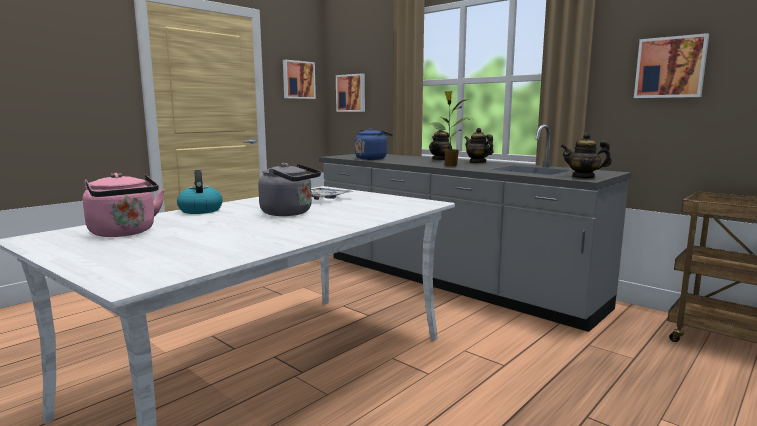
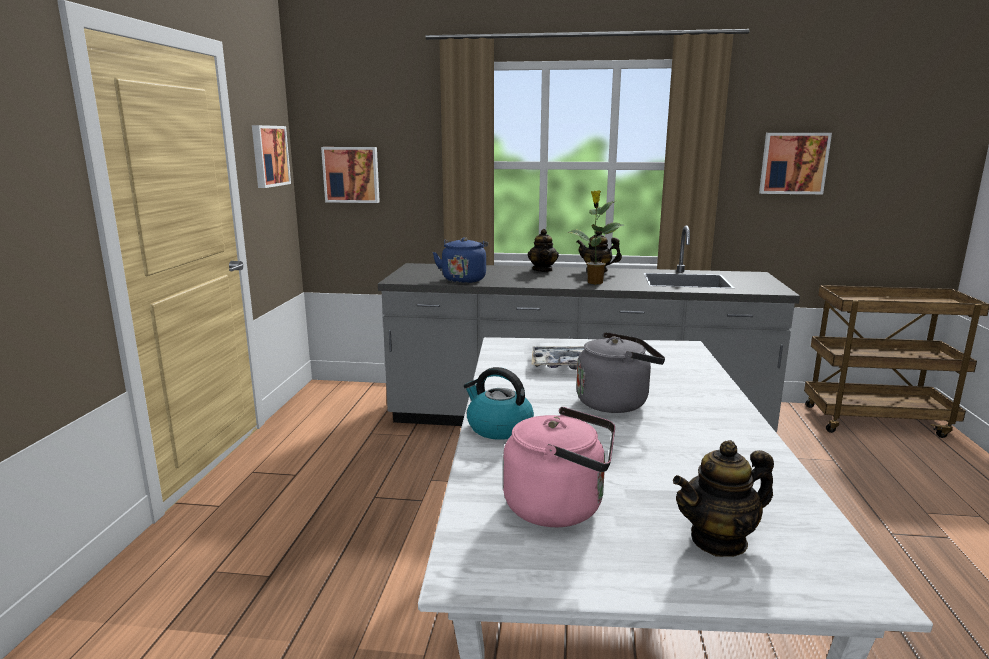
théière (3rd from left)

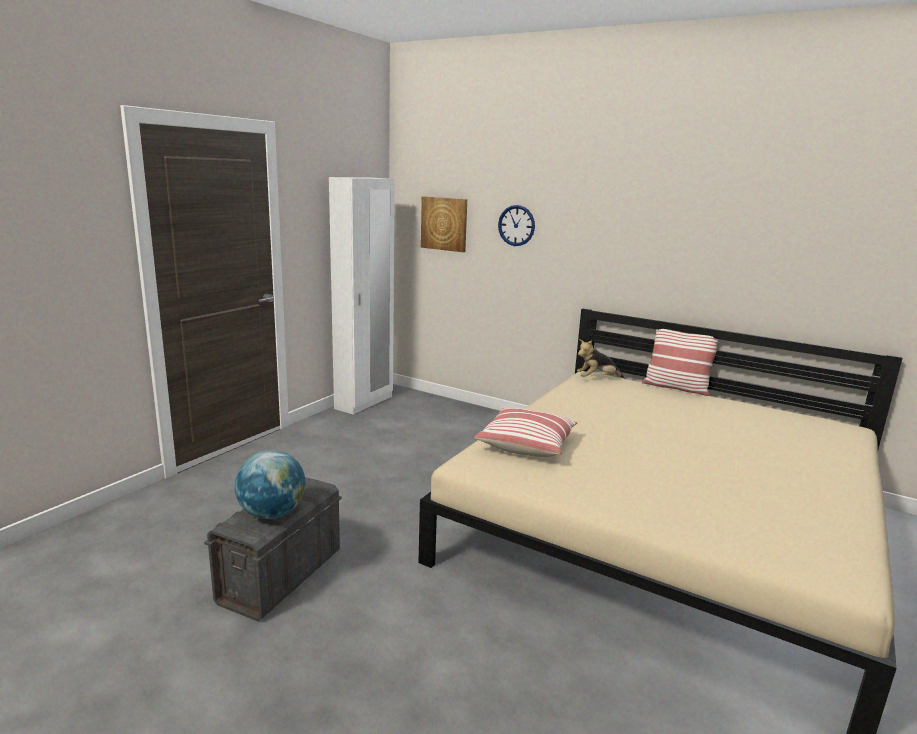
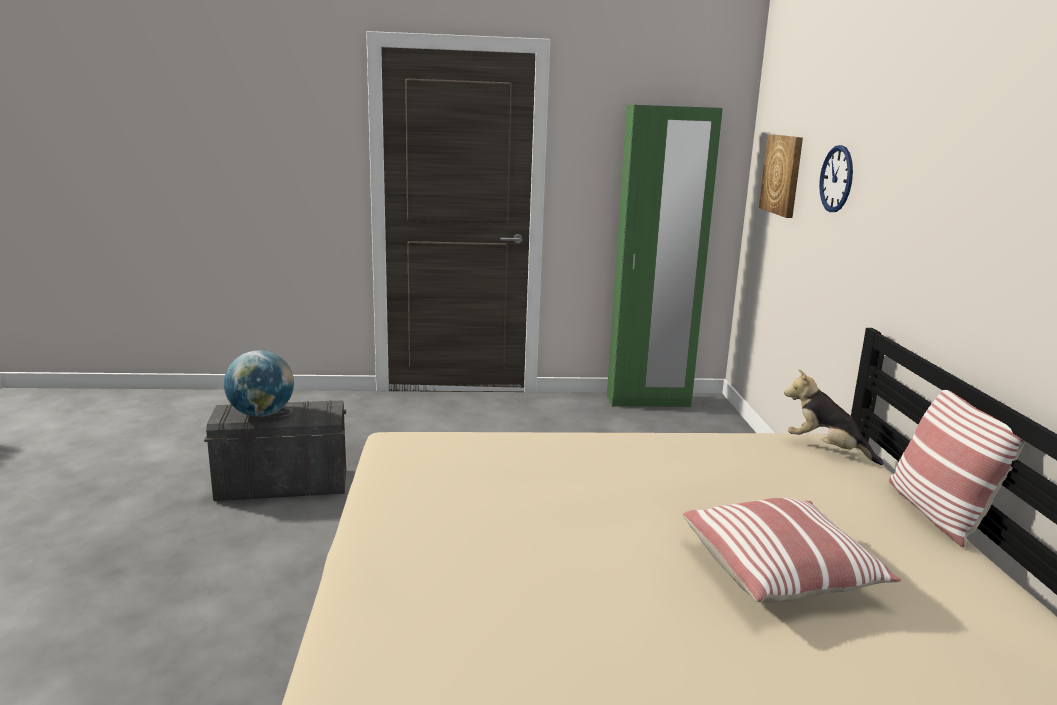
armoire/vert
coussin (1st from left)

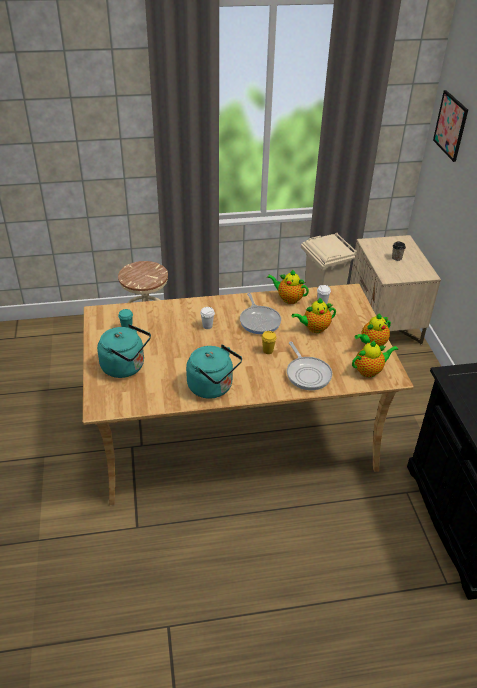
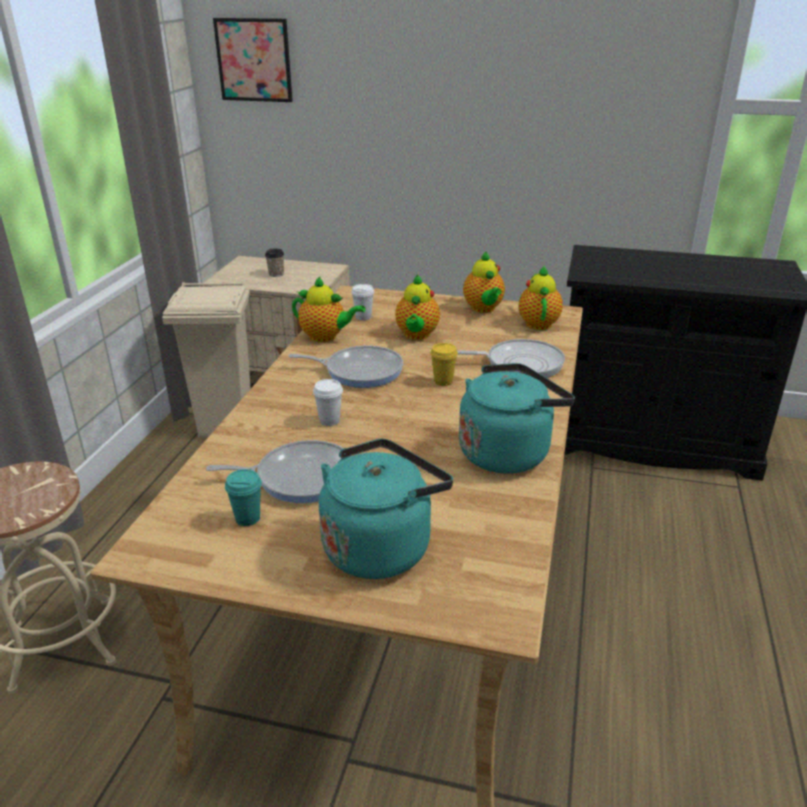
théière (1st from left)
poêle (1st from left)

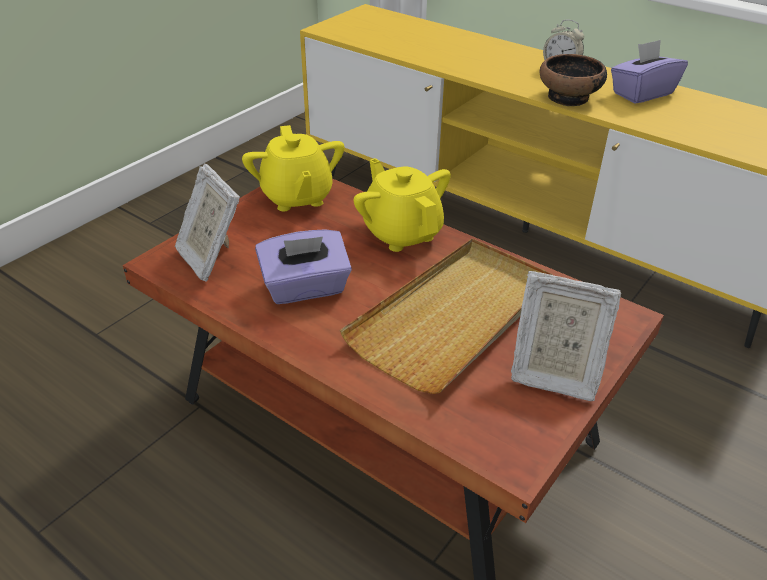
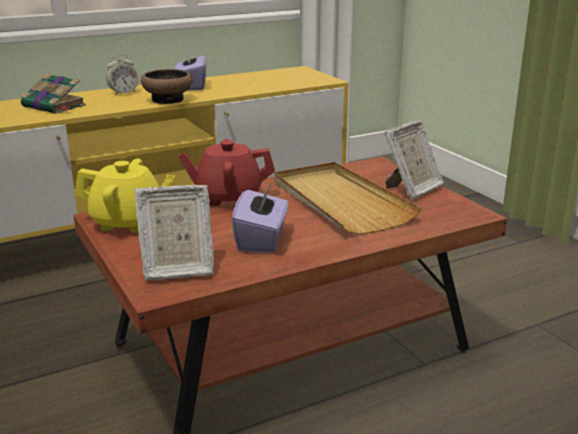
théière/rouge
livre

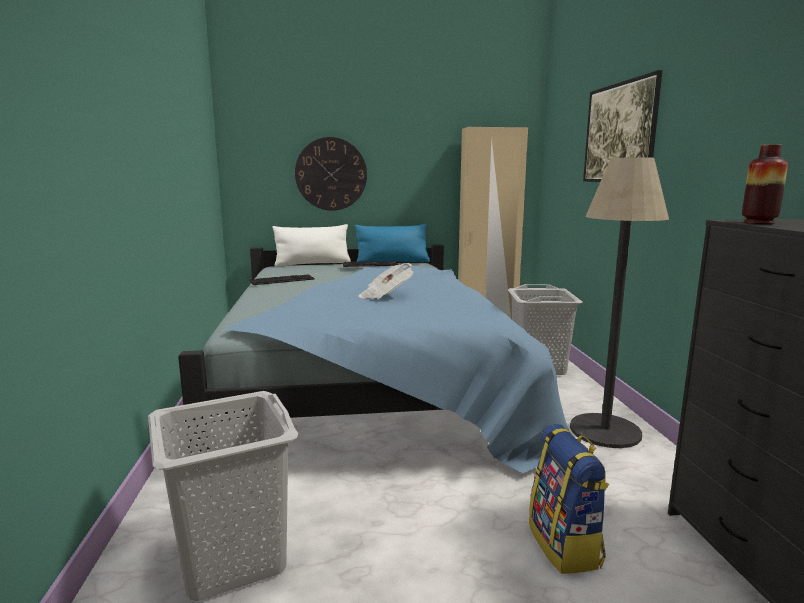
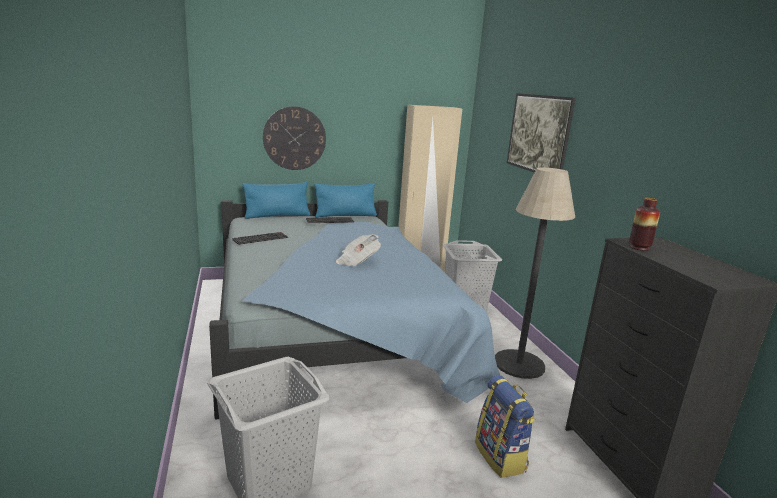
coussin/bleu (1st from left)

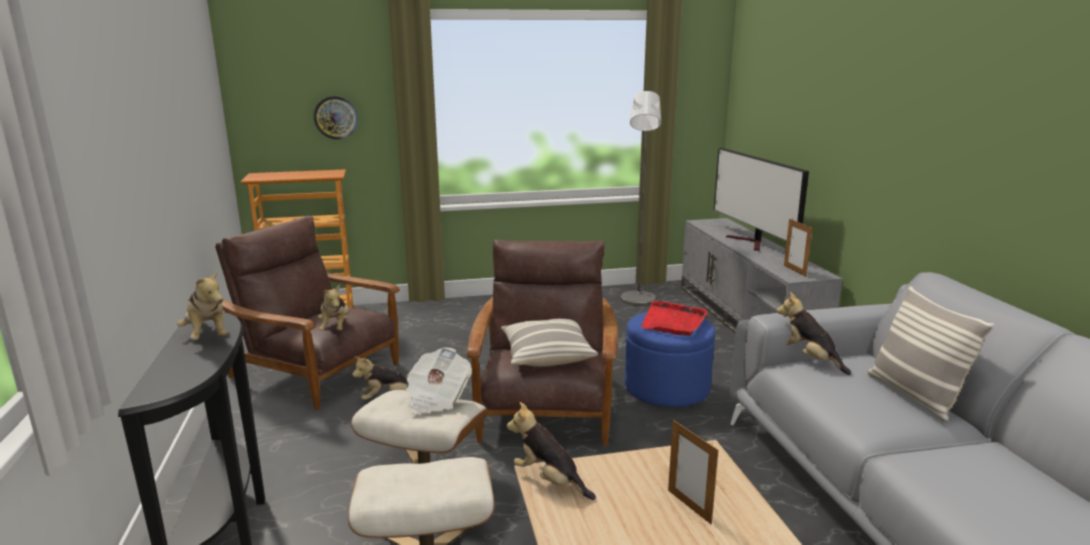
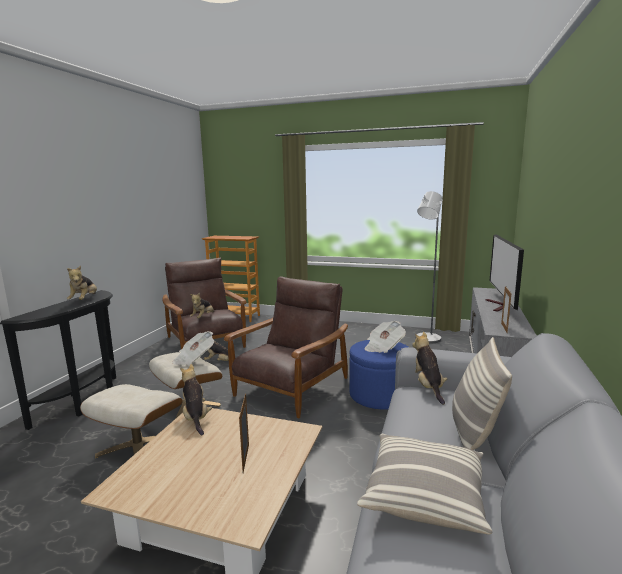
horloge murale
journal (2nd from left)
coussin (1st from left)

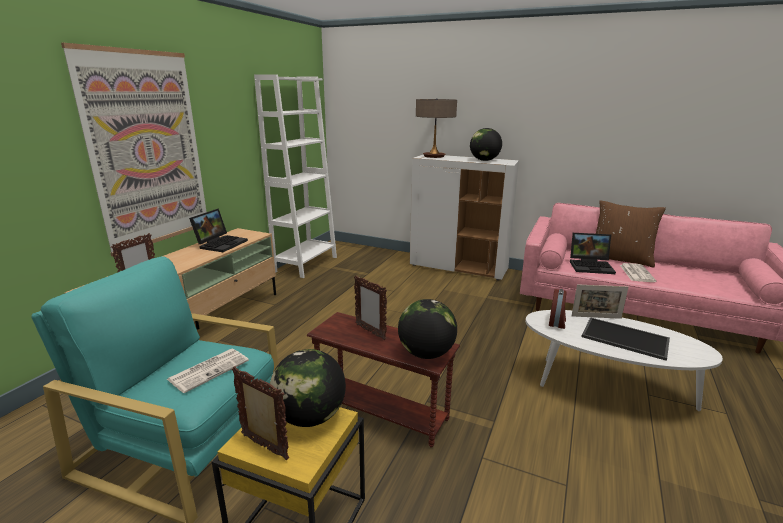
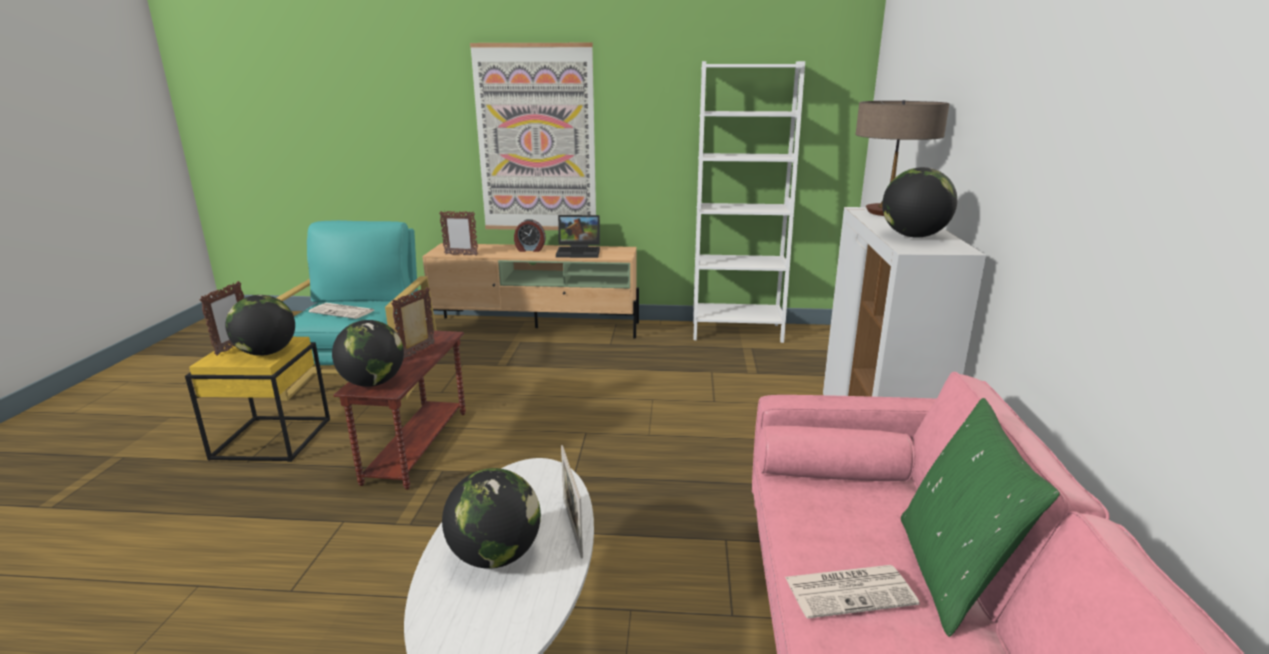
coussin/vert
ordinateur portable (2nd from left in the first image)
réveil
globe (3rd from left)

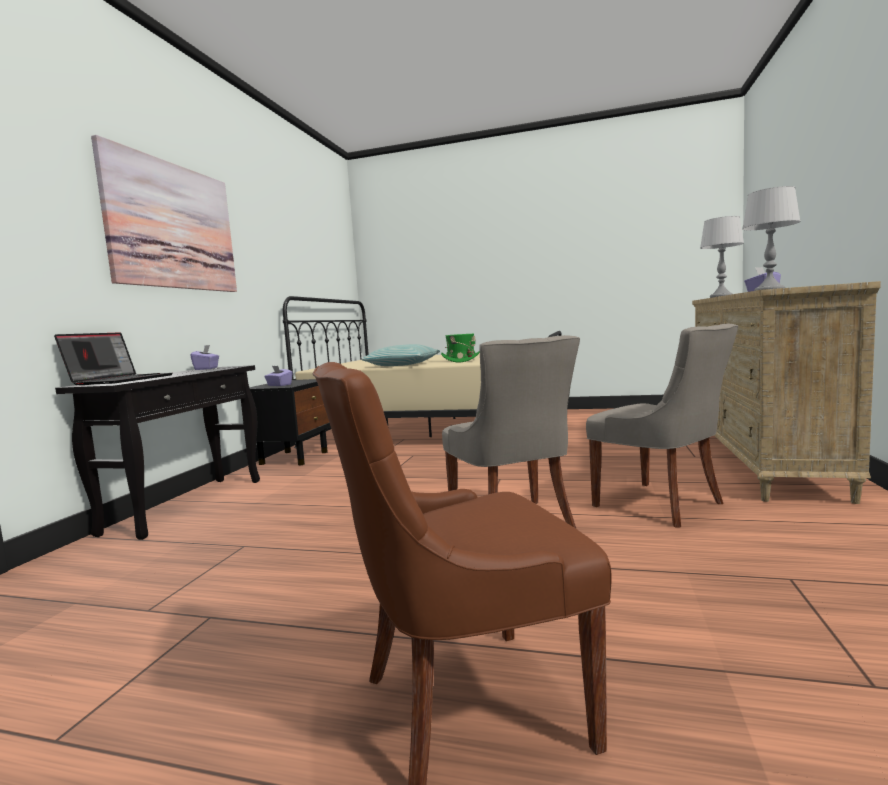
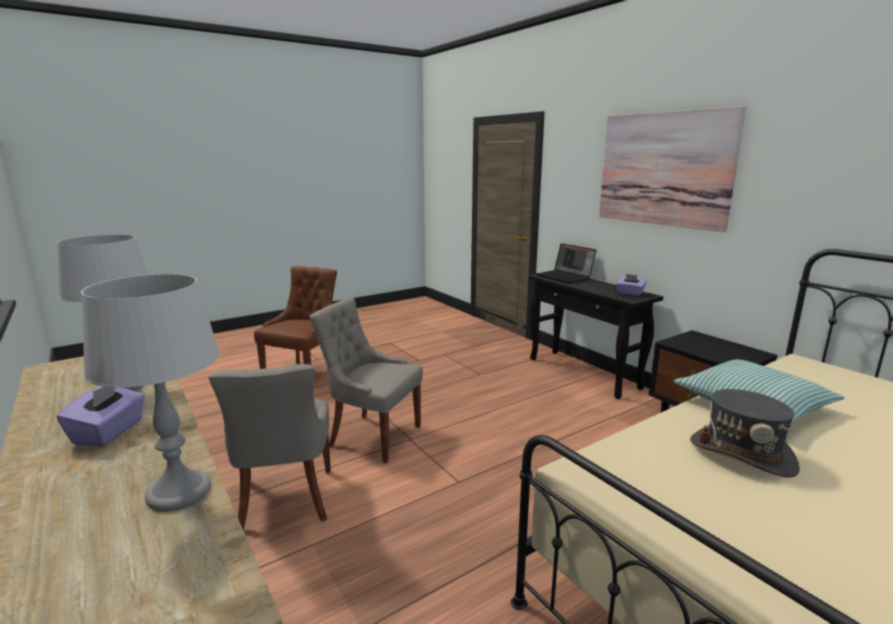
chaise/gris (1st from left)
chapeau/gris
boîte à mouchoirs/violet (2nd from left in the first image)

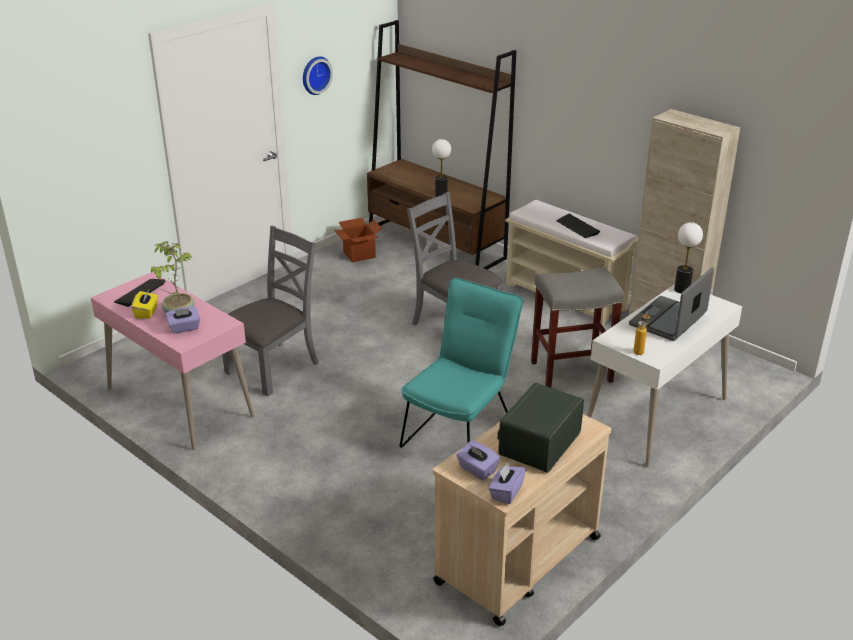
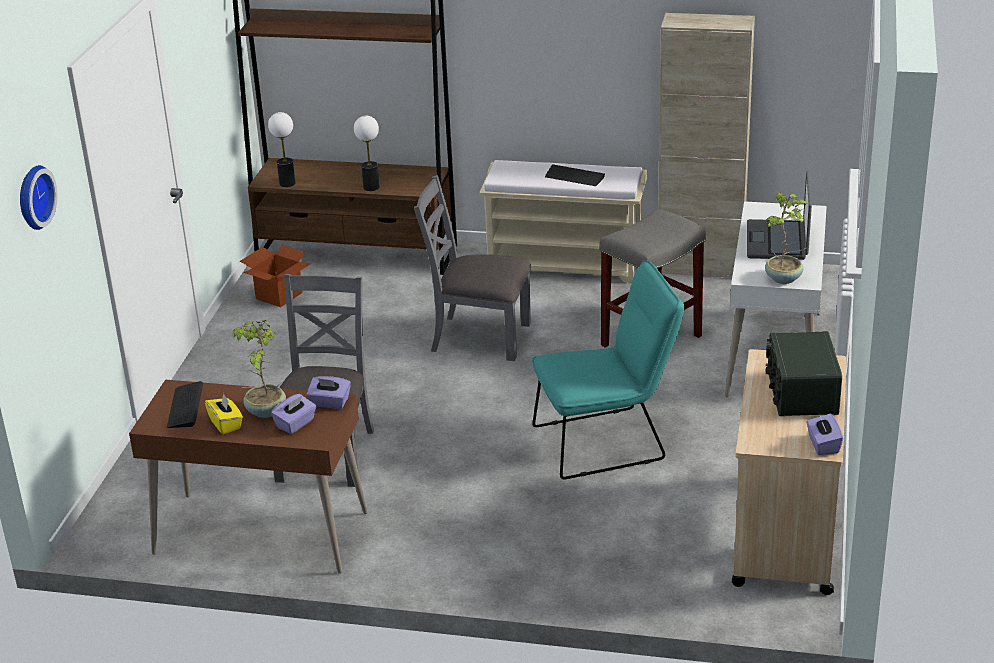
horloge murale
lampe de table (1st from left)
bureau/marron
chaise/turquoise
plante en pot (2nd from left)
boîte à mouchoirs/violet (2nd from left)

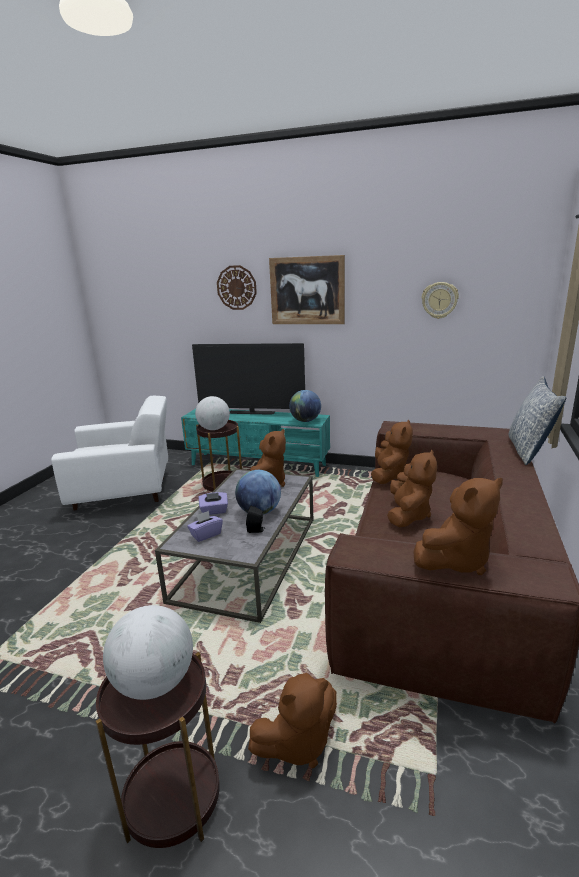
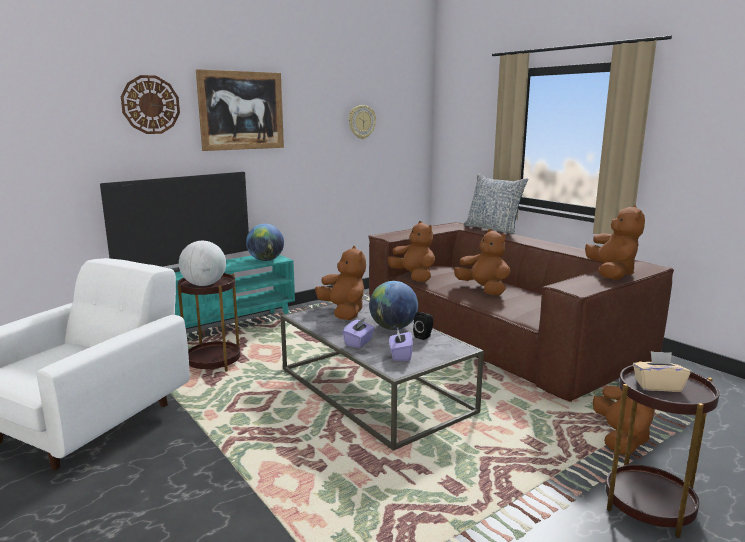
boîte à mouchoirs/beige

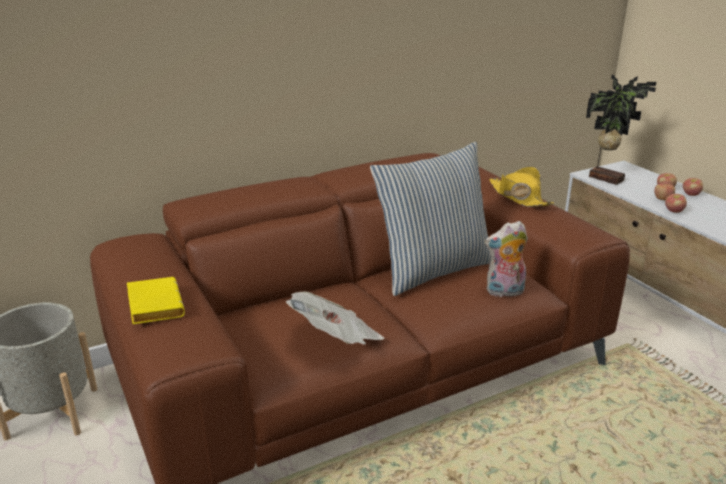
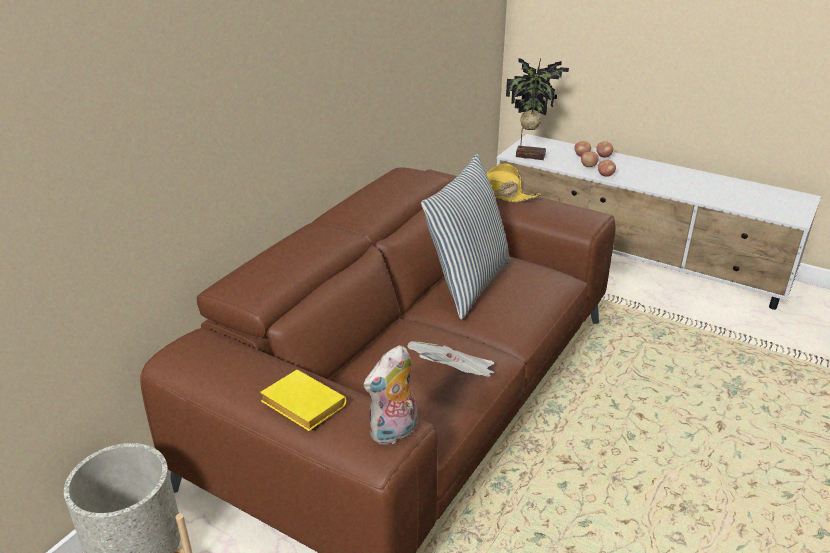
peluche

